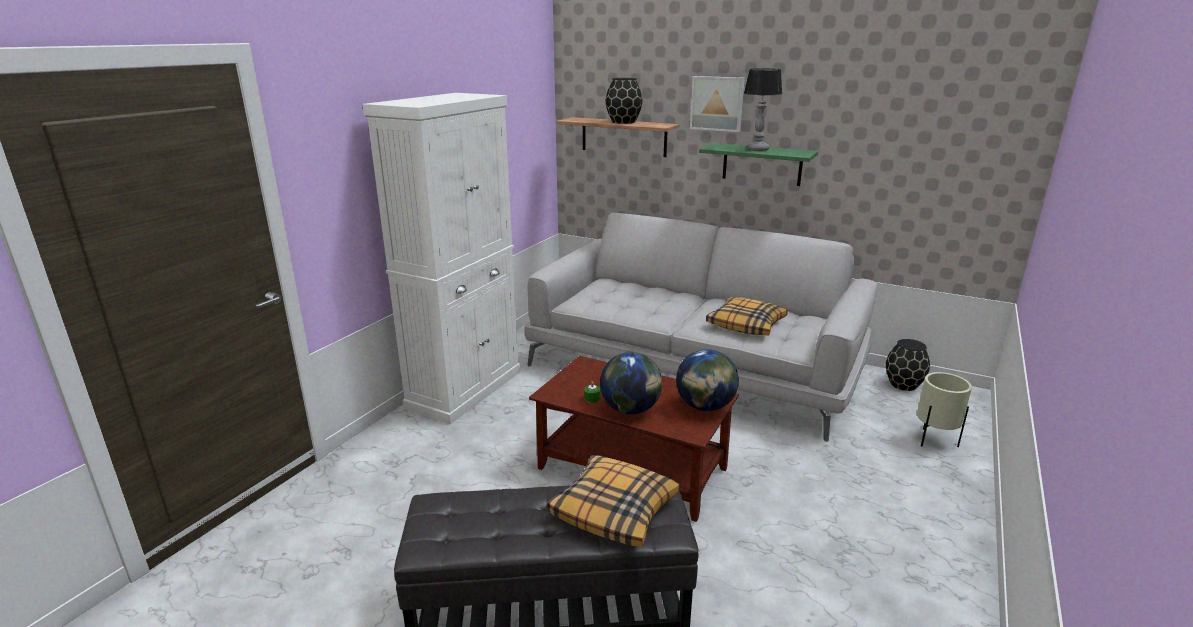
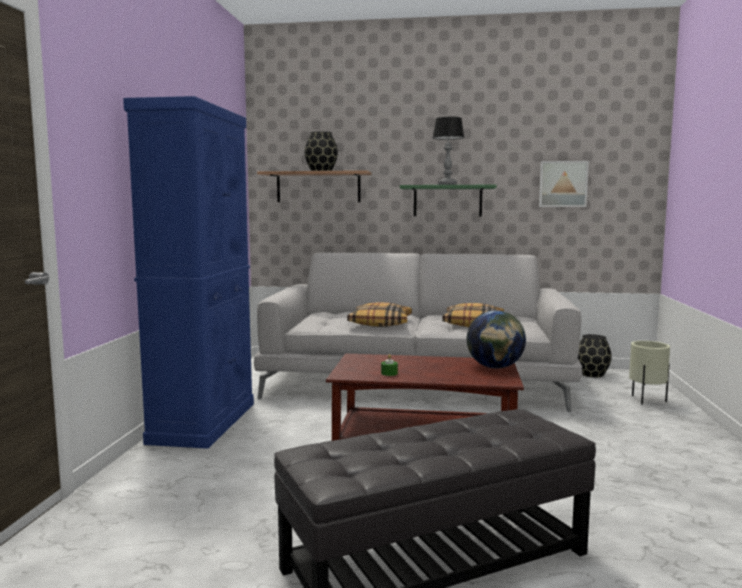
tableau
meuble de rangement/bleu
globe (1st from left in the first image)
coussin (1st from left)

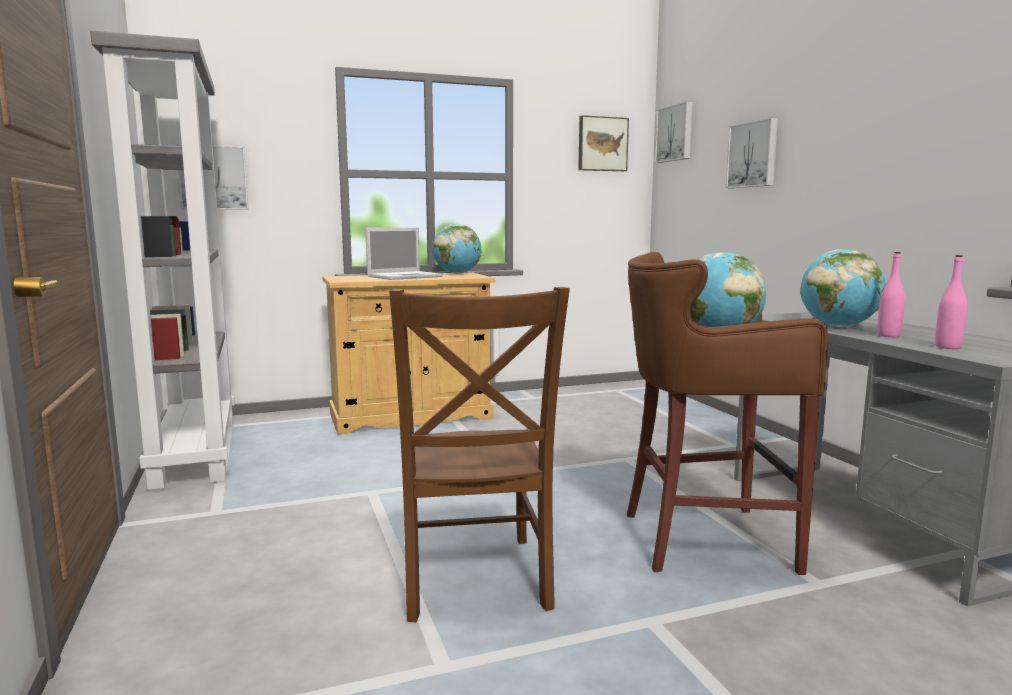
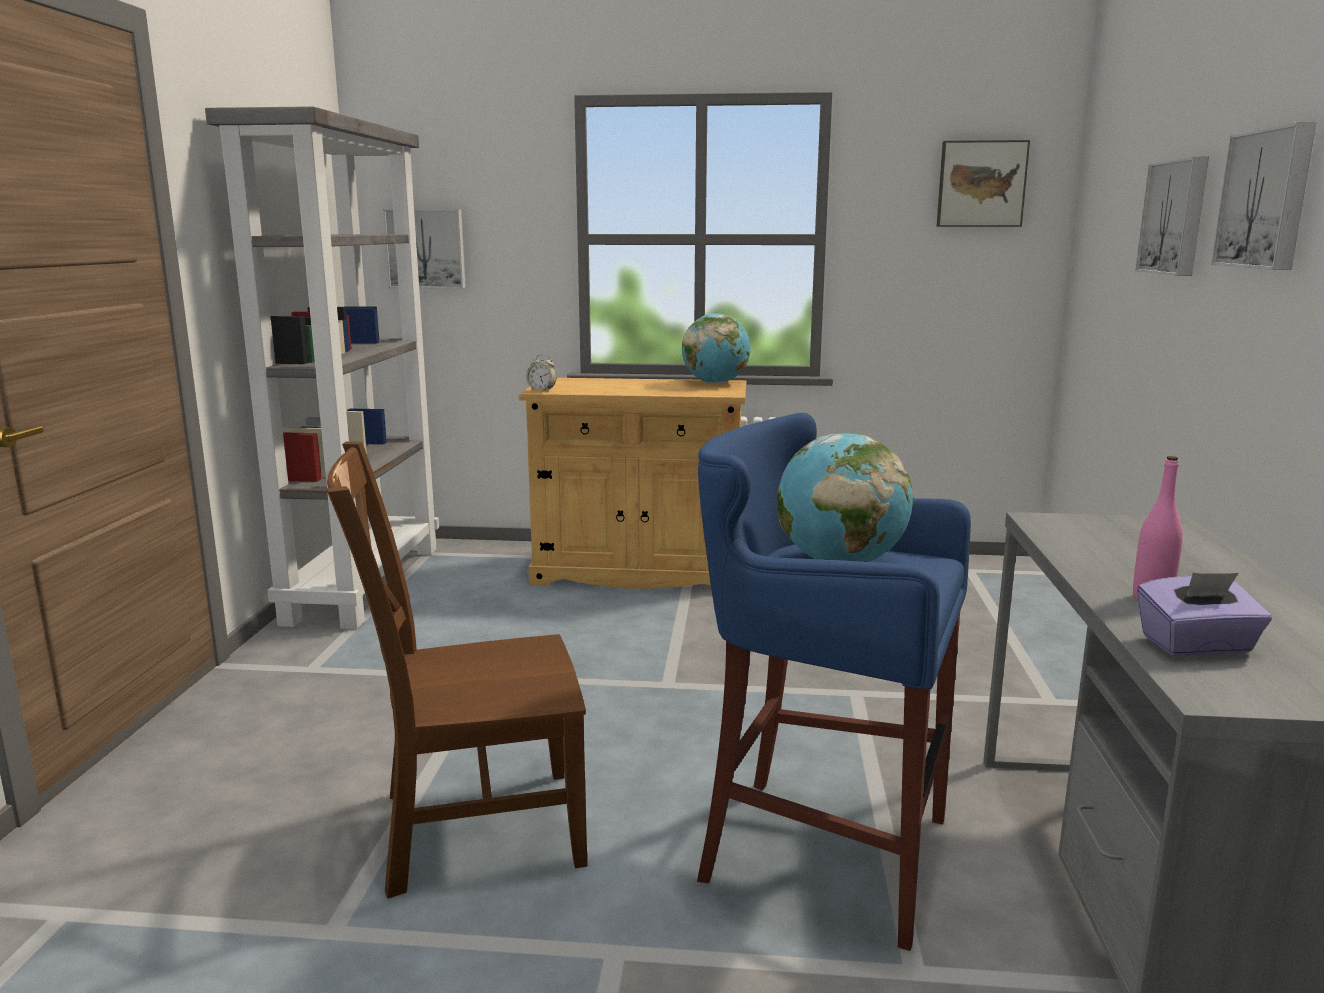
tableau (4th from left)
ordinateur portable
globe (3rd from left in the first image)
tabouret/bleu
boîte à mouchoirs/violet
chaise/marron
réveil

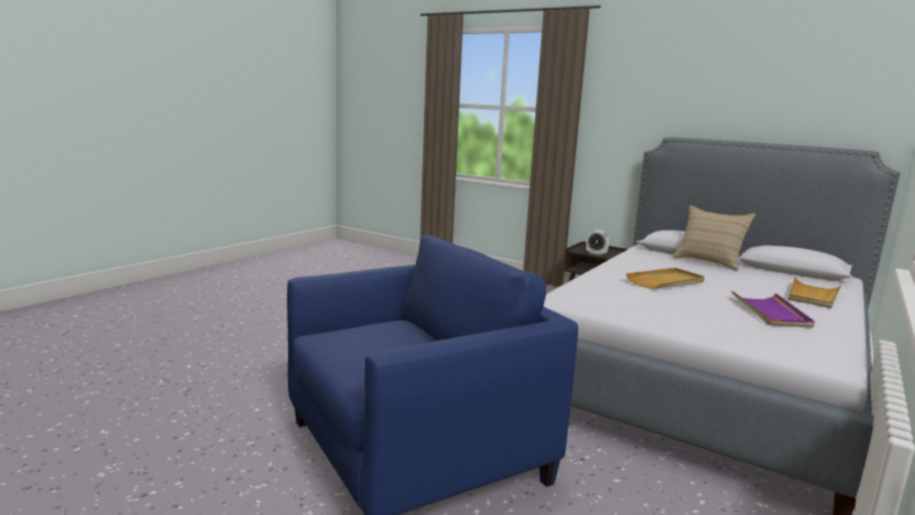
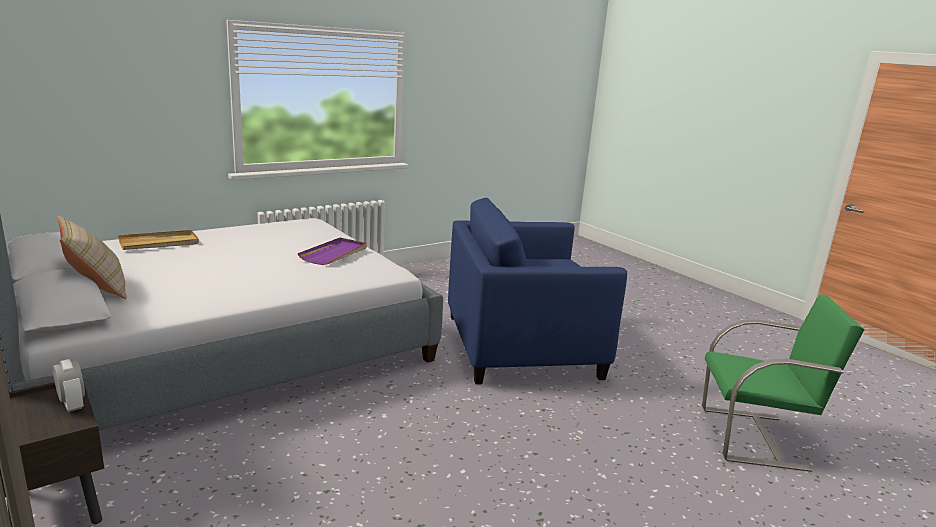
plateau/beige (1st from left in the first image)
plateau/violet
chaise/vert

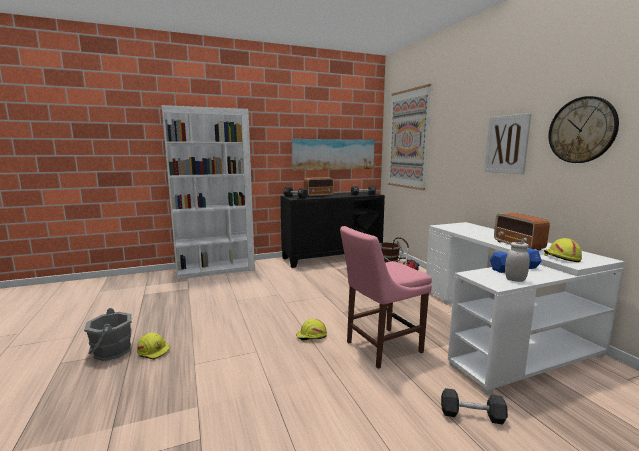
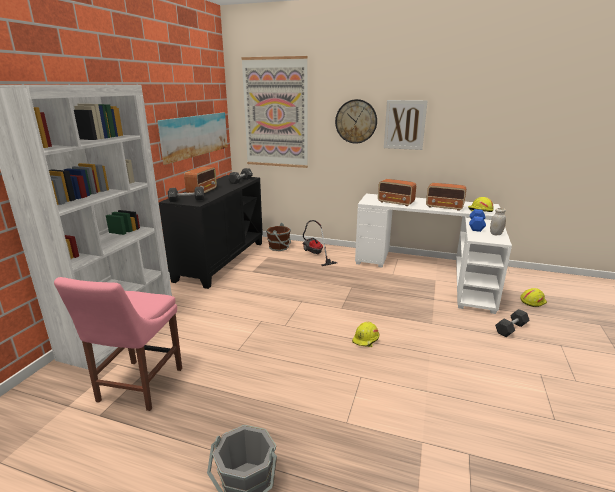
horloge murale
chaise/rose
casque de chantier/jaune (3rd from left)
radio (2nd from left)

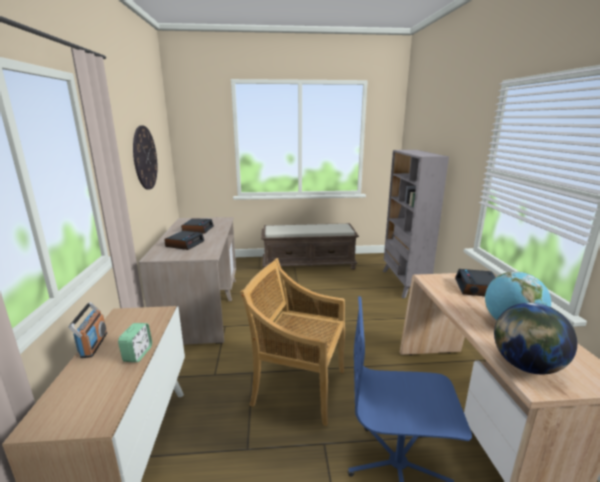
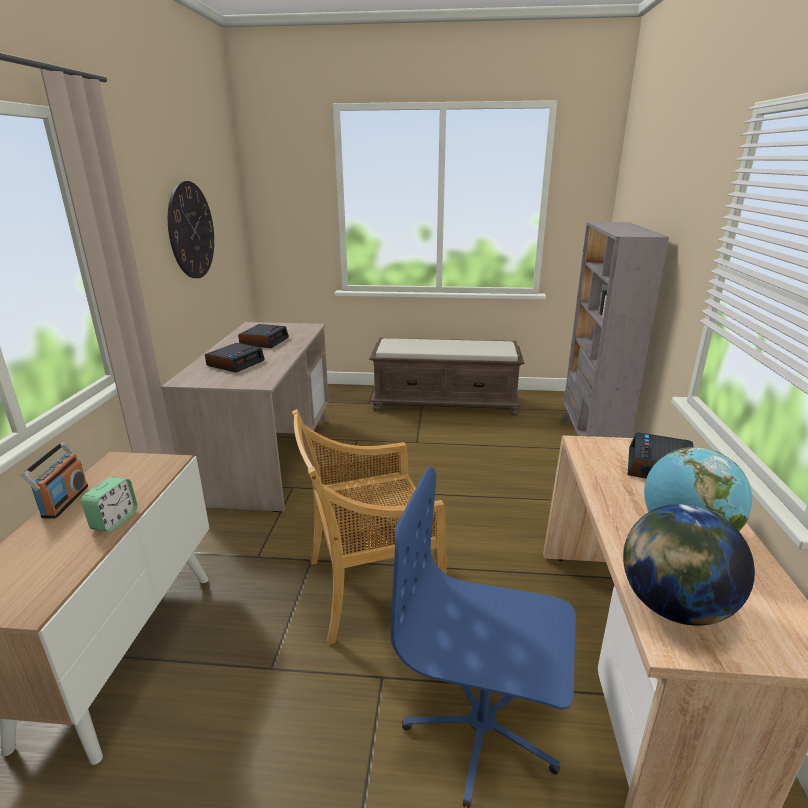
chaise/beige

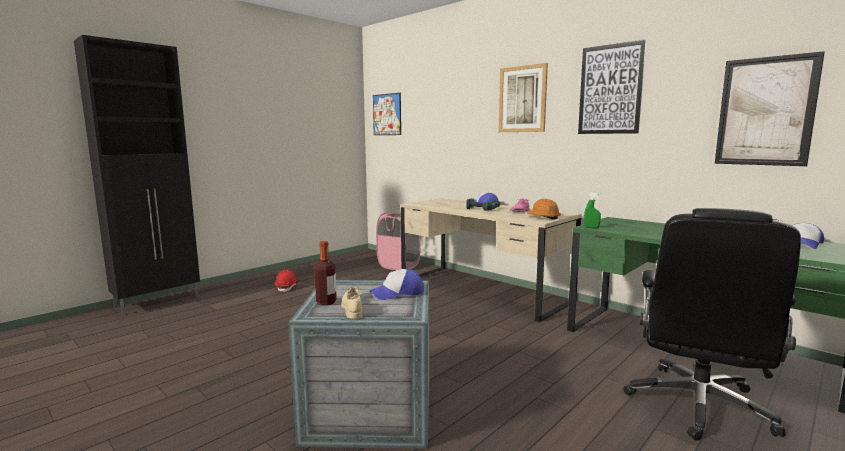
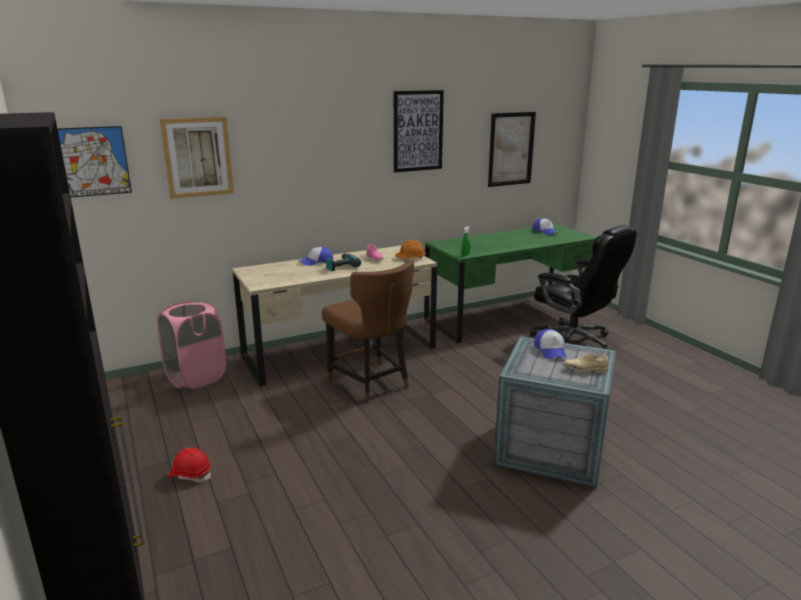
tableau (2nd from left)
bouteille
chaise/marron

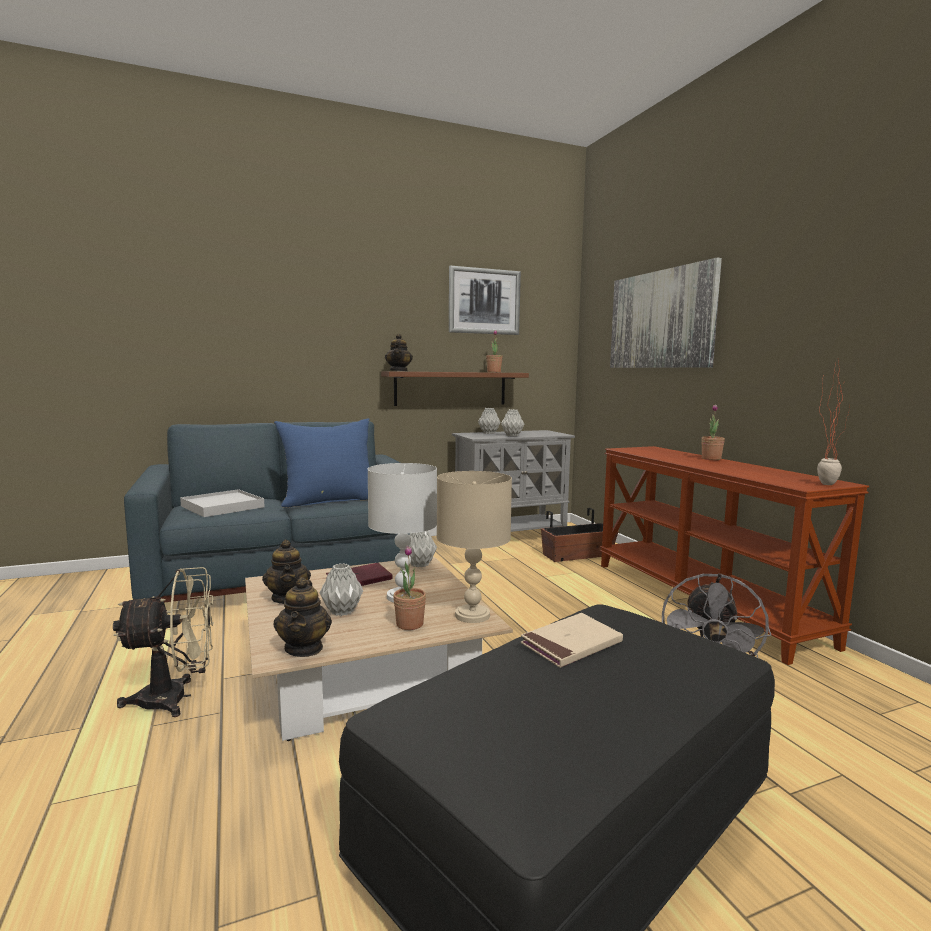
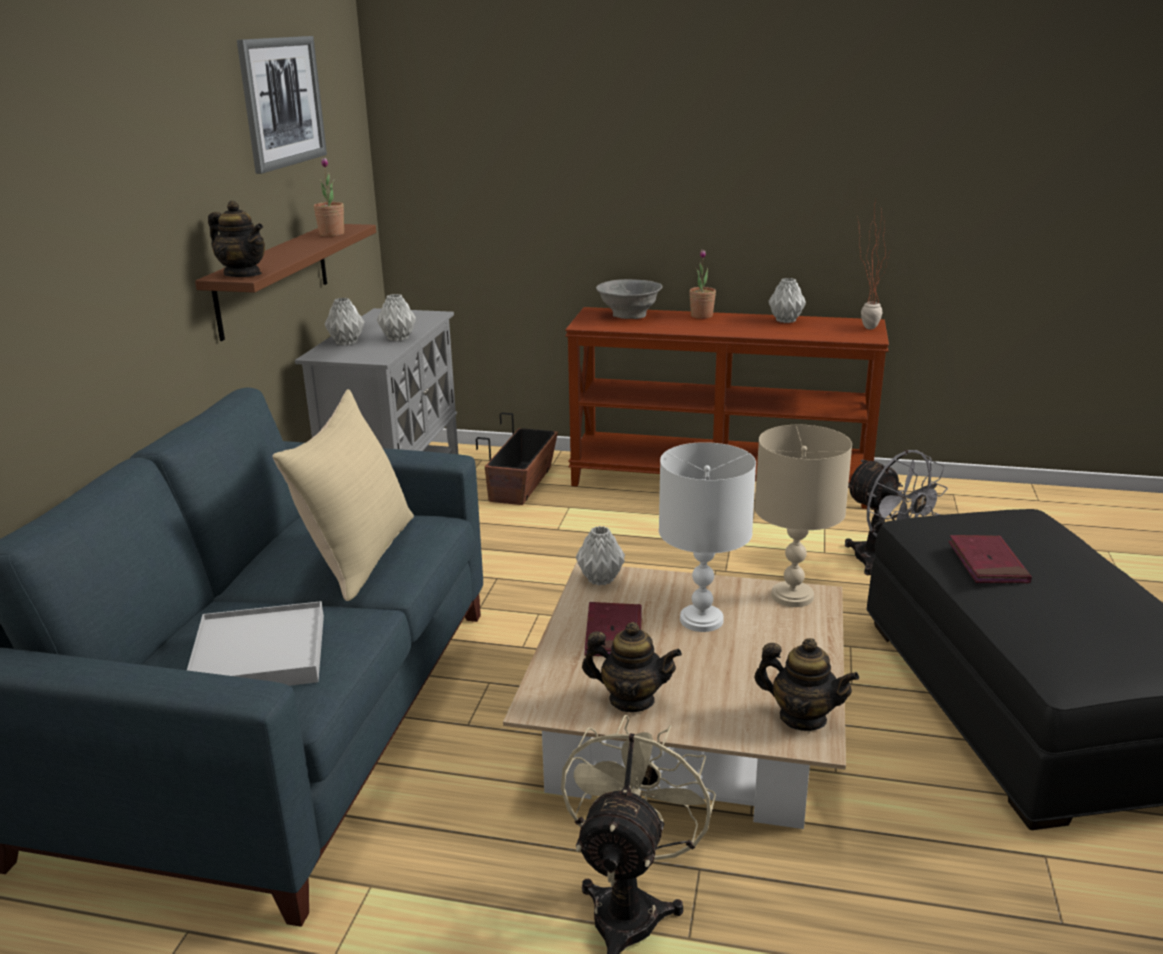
tableau (2nd from left in the first image)
coussin/beige
plante en pot (1st from left in the first image)
vase/gris (4th from left)
livre/rouge (2nd from left)
bol/gris

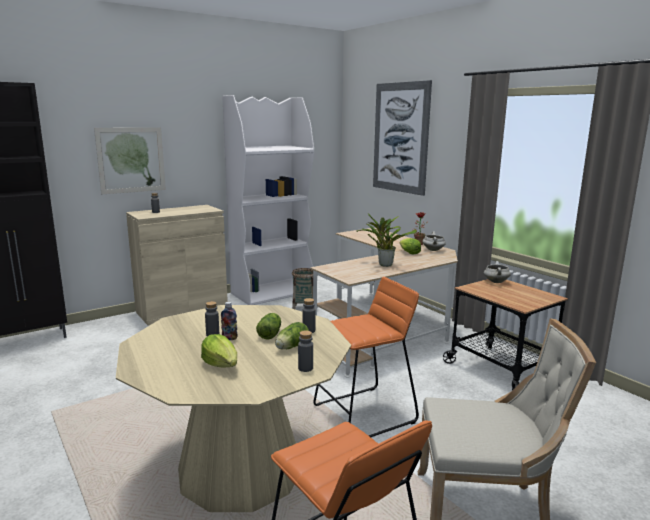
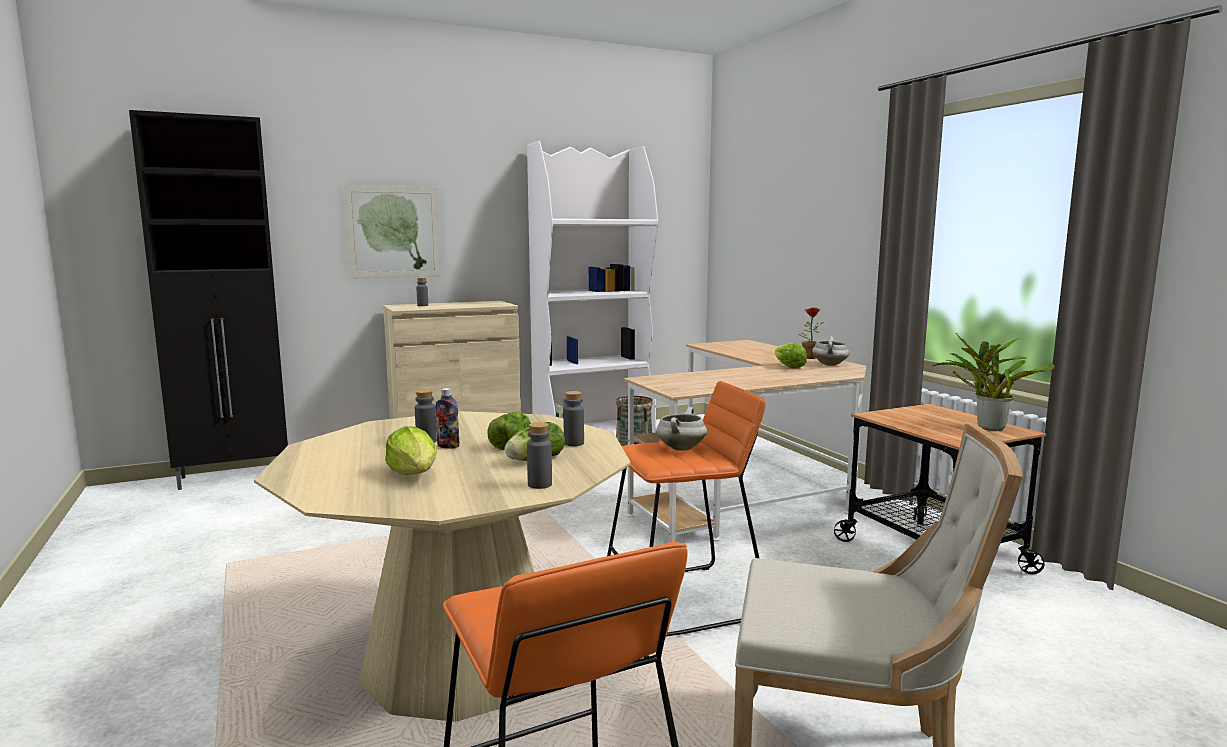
tableau (2nd from left in the first image)
plante en pot (2nd from left)
marmite/blanc (1st from left)

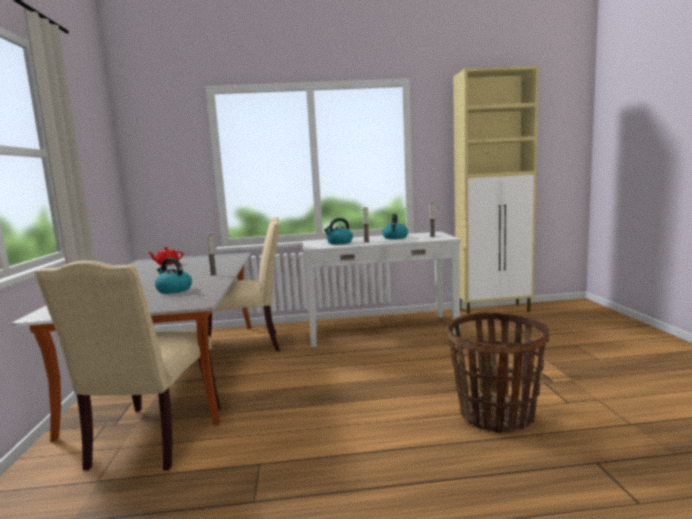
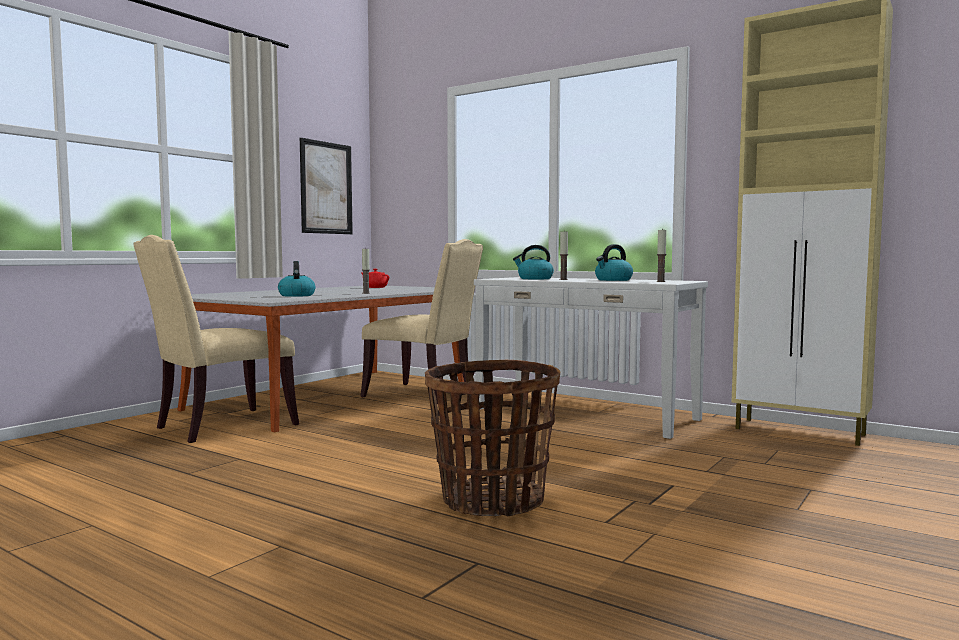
tableau

